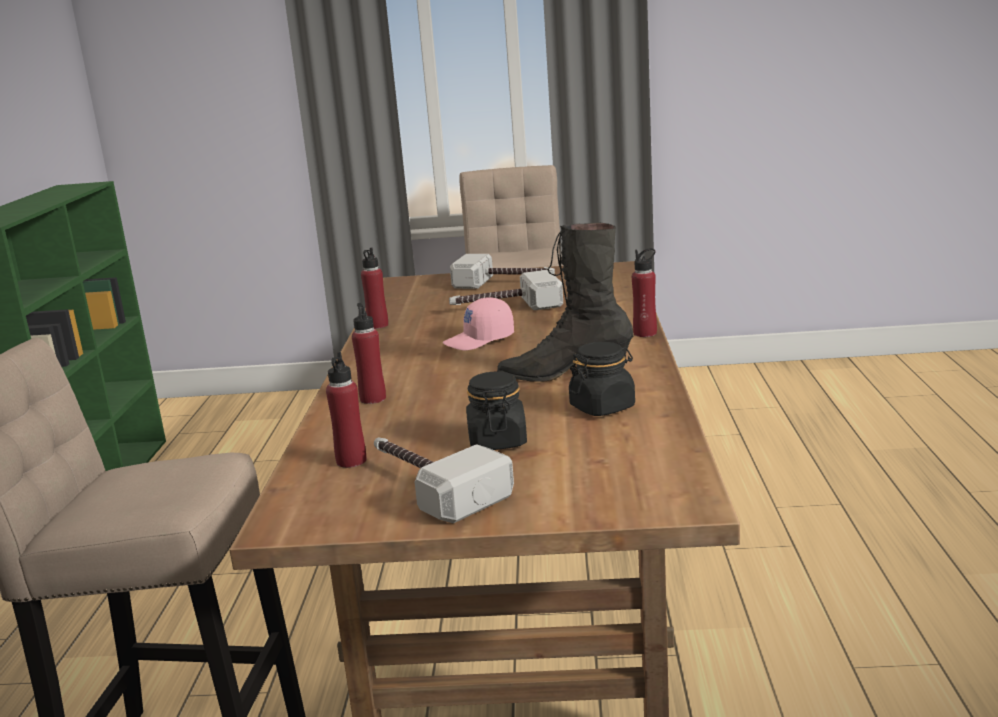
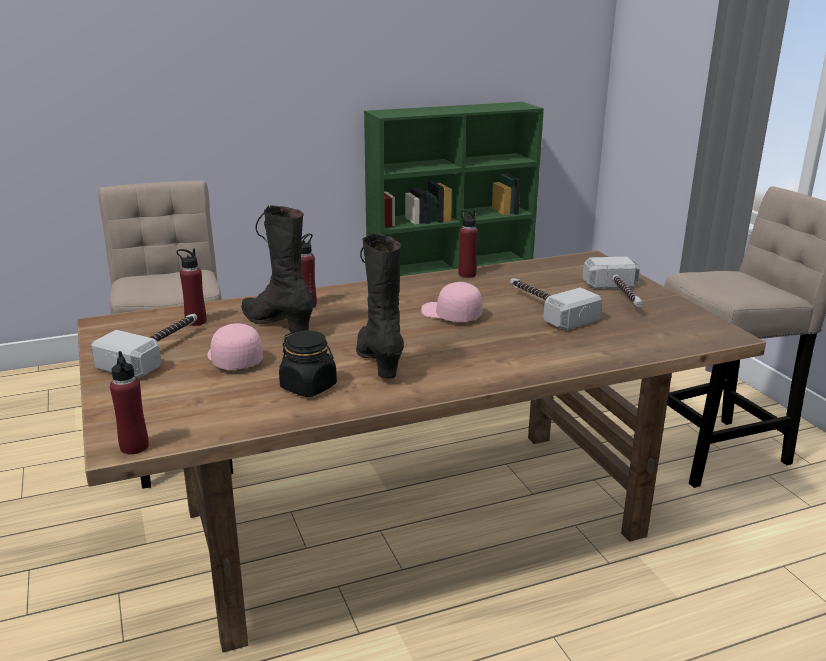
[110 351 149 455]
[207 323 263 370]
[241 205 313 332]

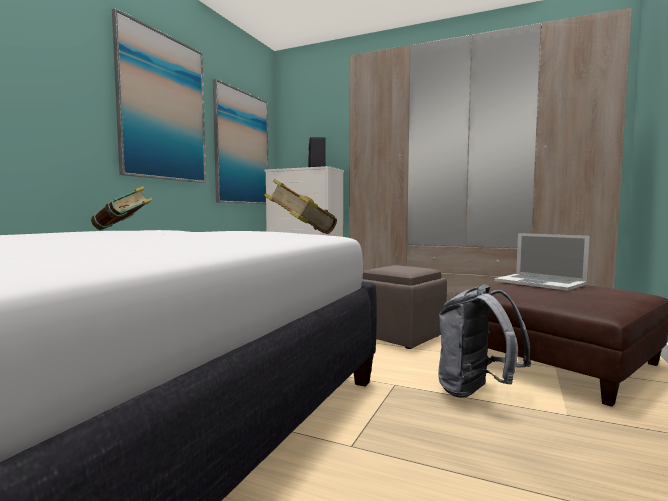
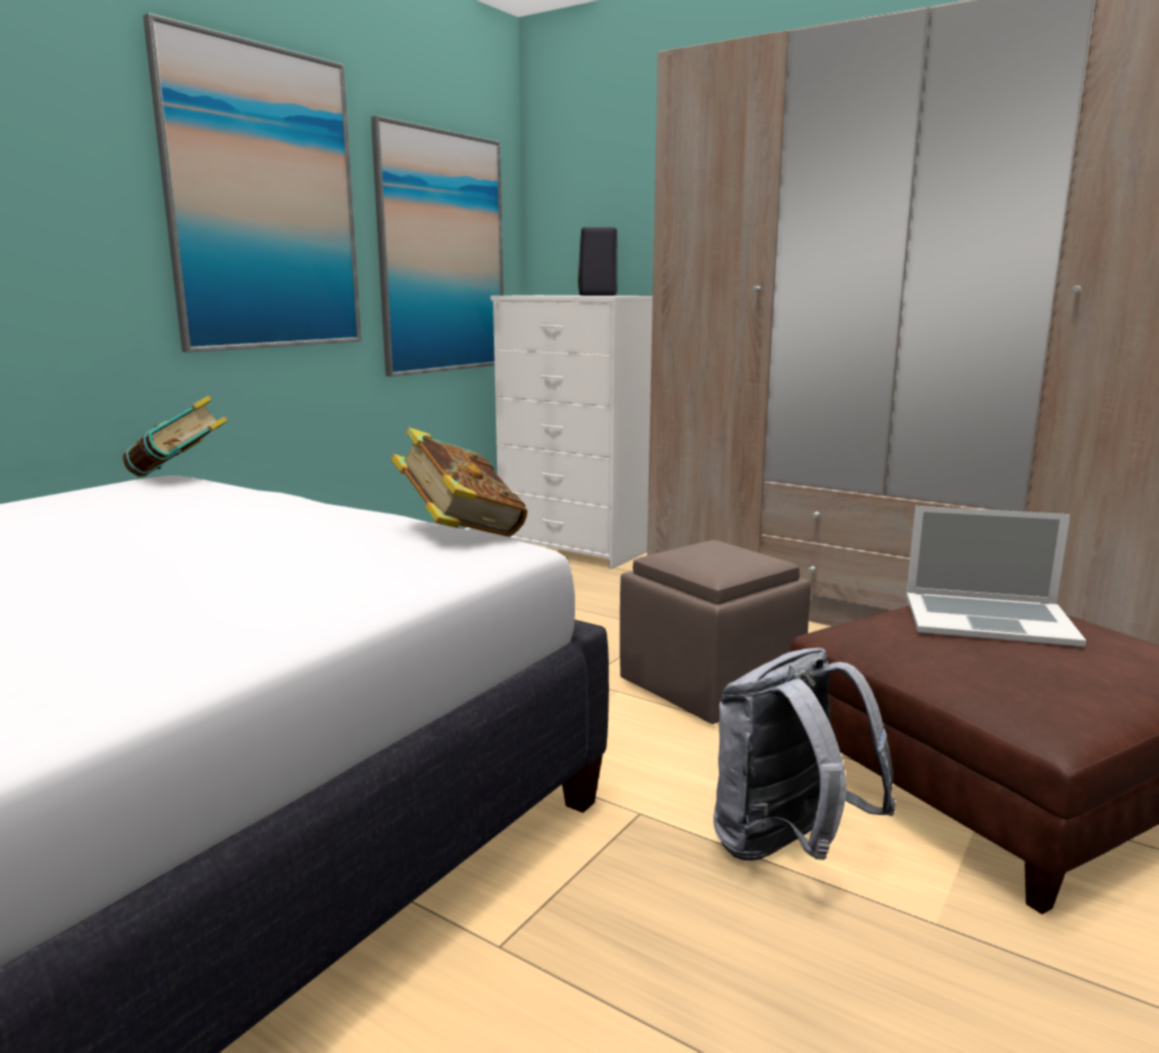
[906 506 1086 647]

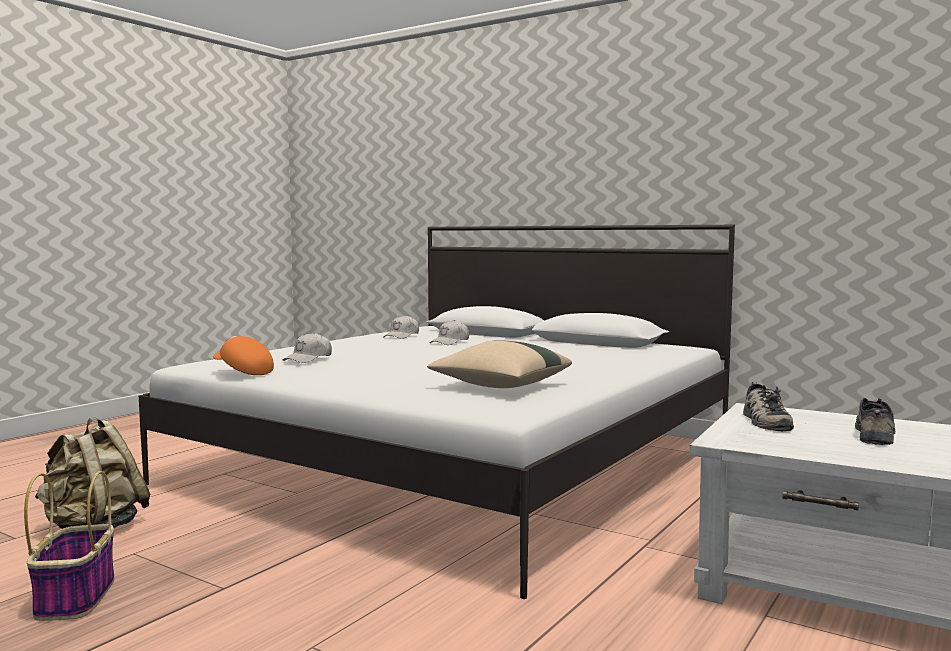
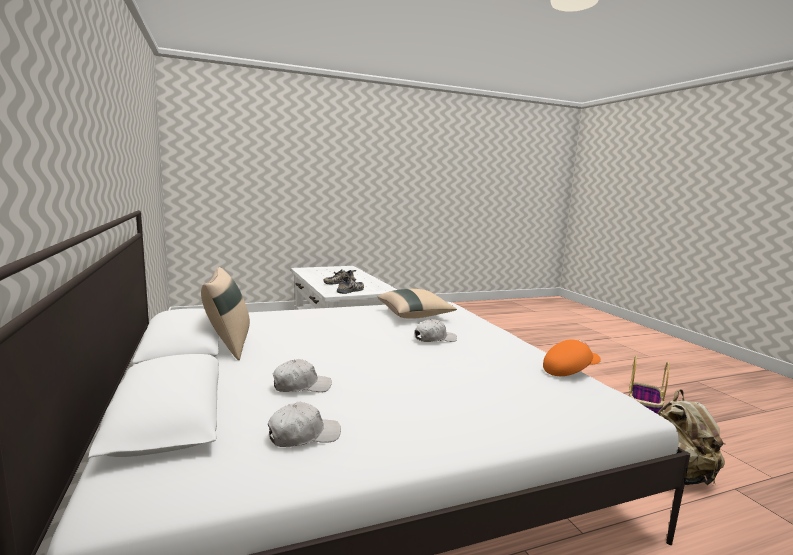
[201 267 250 360]
[415 319 457 342]
[543 340 601 376]

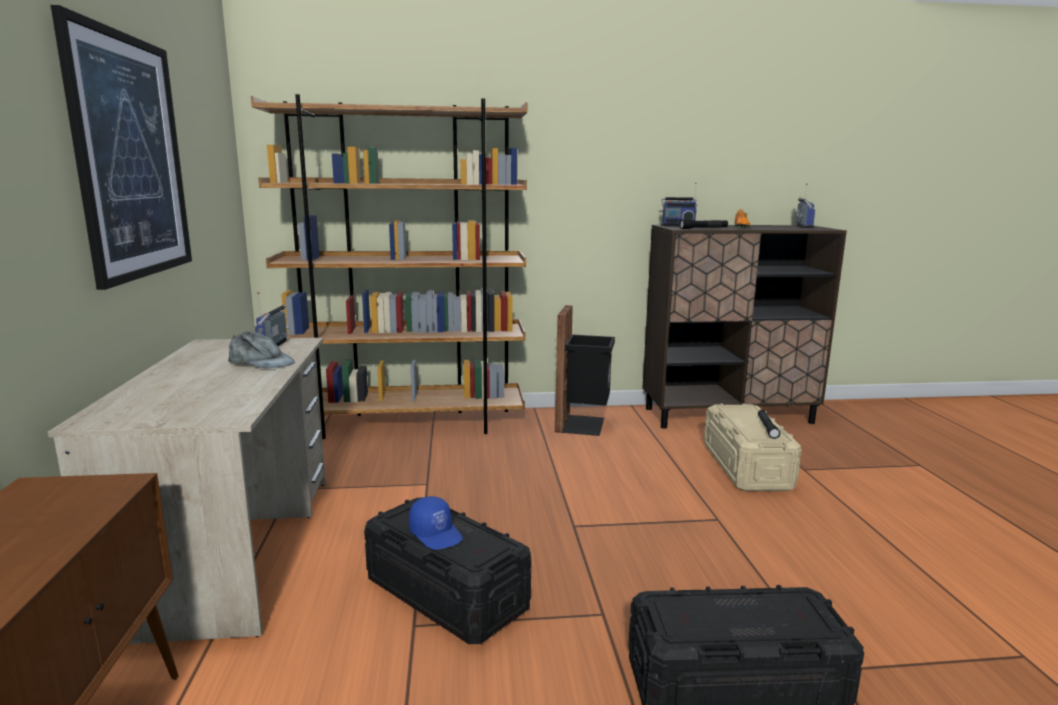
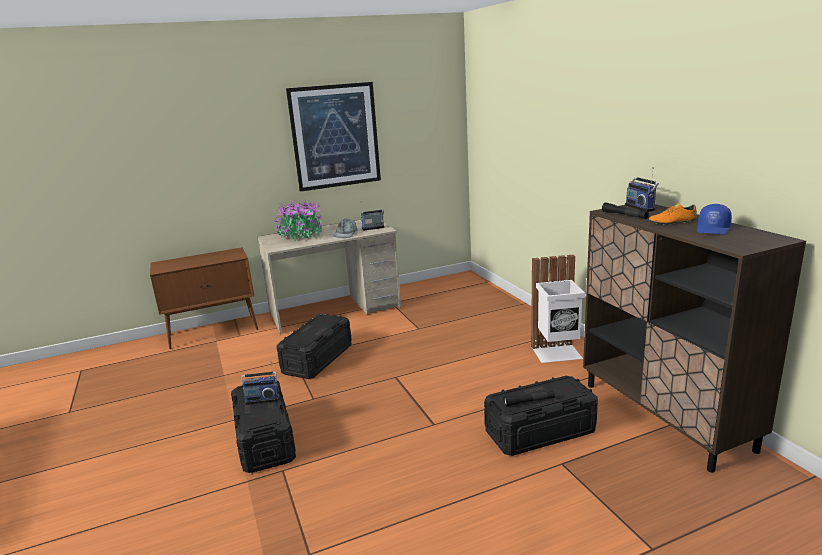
[241 361 279 405]
[272 200 322 241]
[484 376 598 456]
[531 255 585 363]
[697 204 732 235]
[251 94 527 439] (first image)

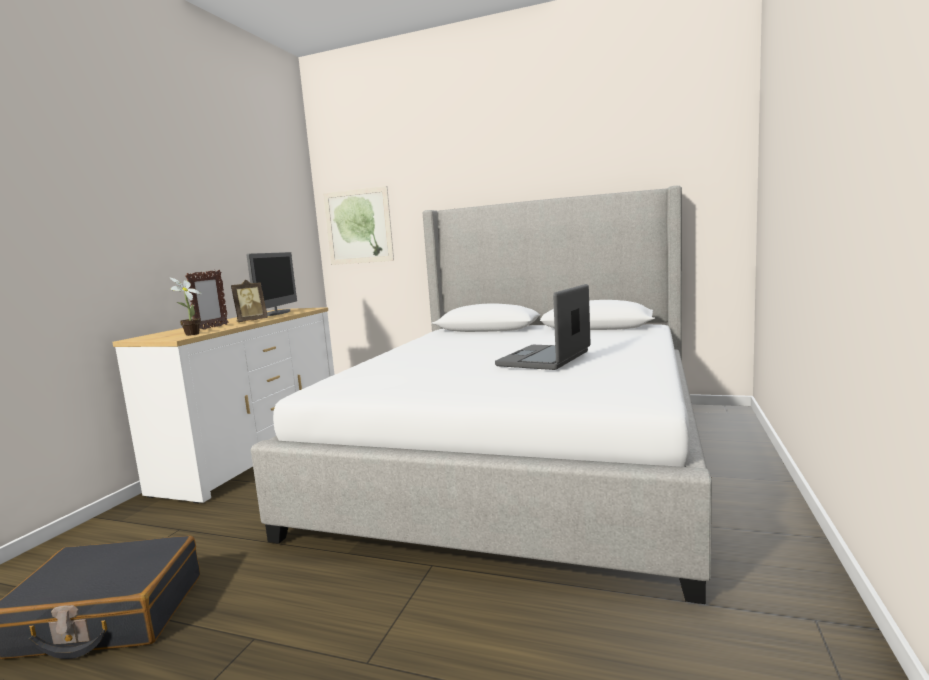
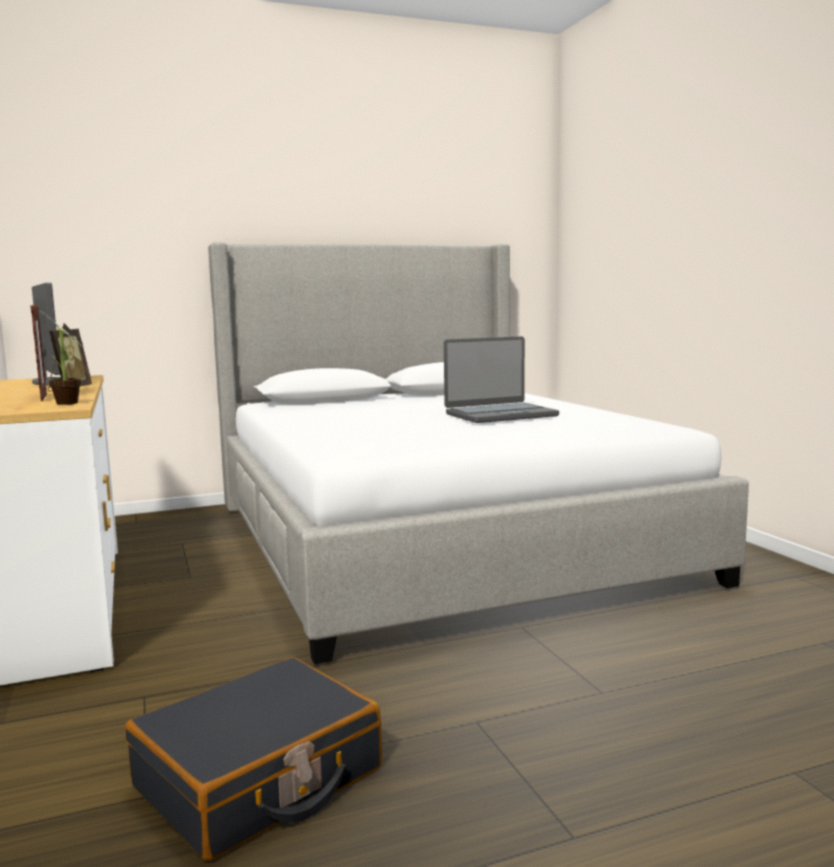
[444 336 559 423]
[323 186 394 265] (first image)

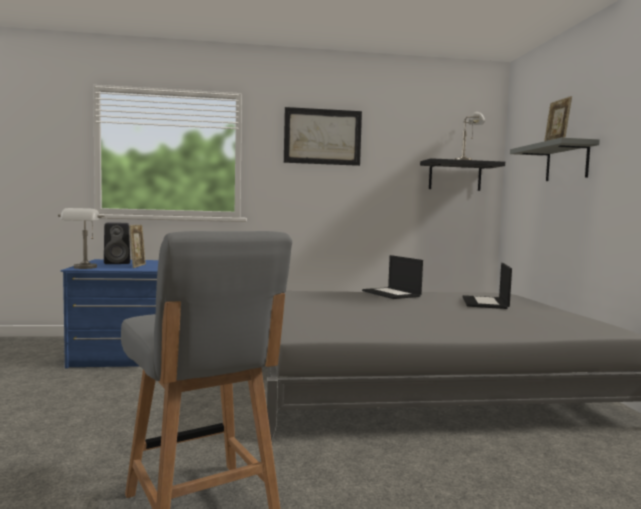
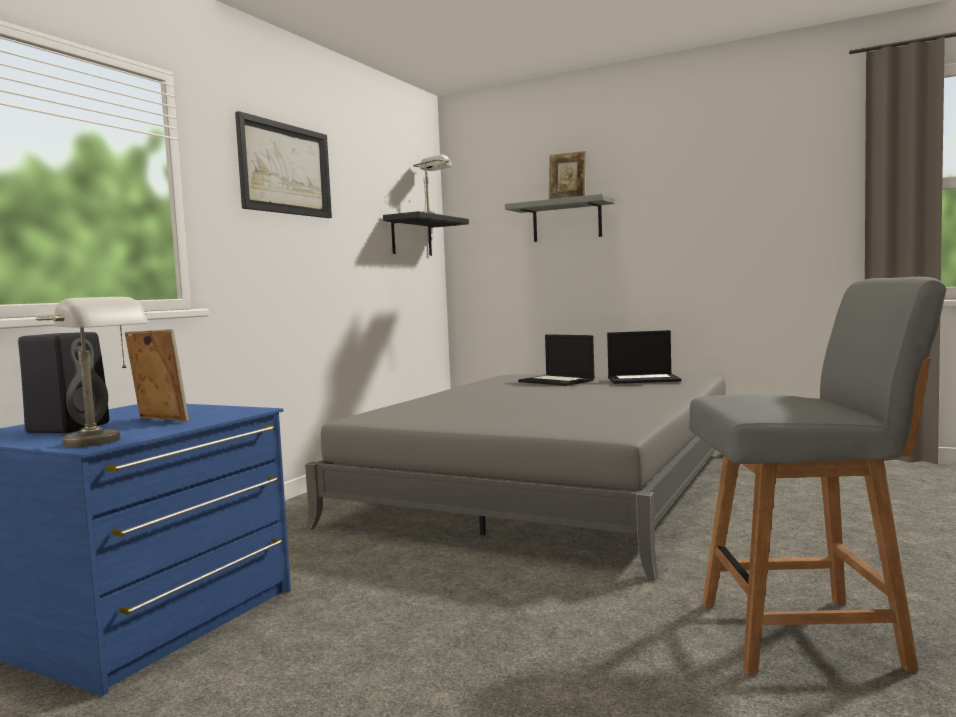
[607 330 681 384]

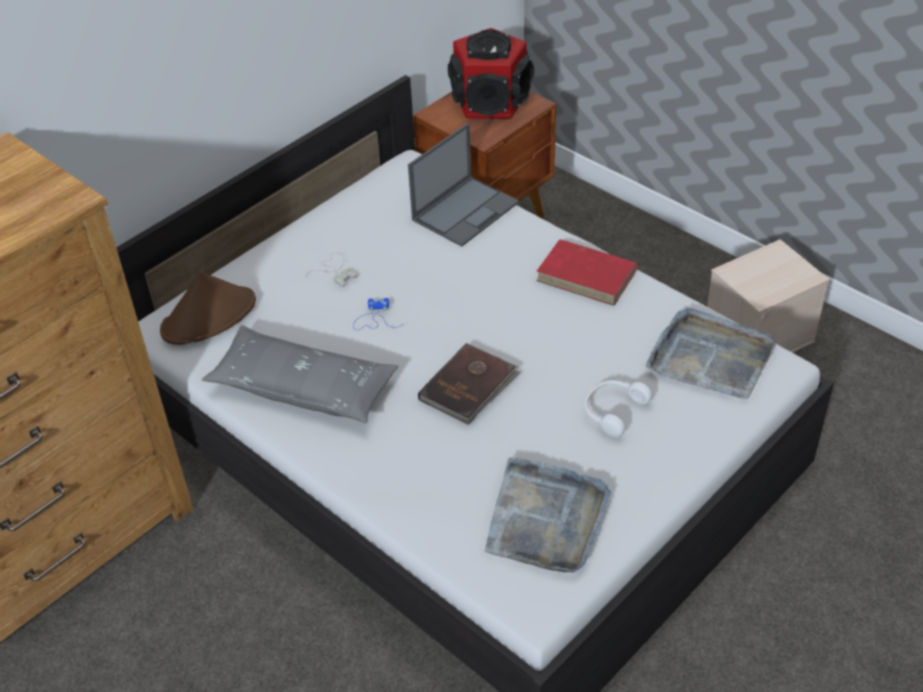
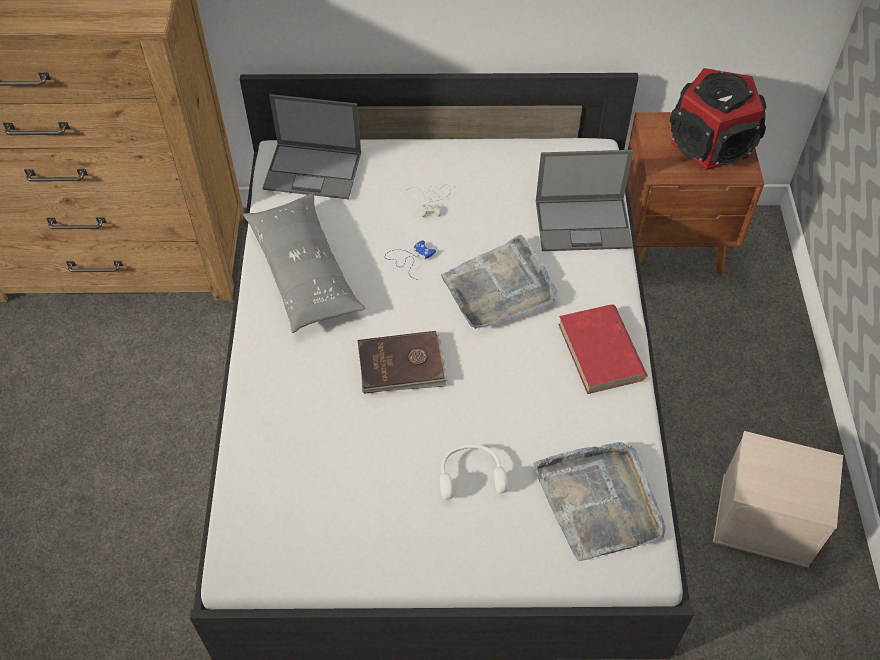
[263 94 361 199]
[441 234 558 329]

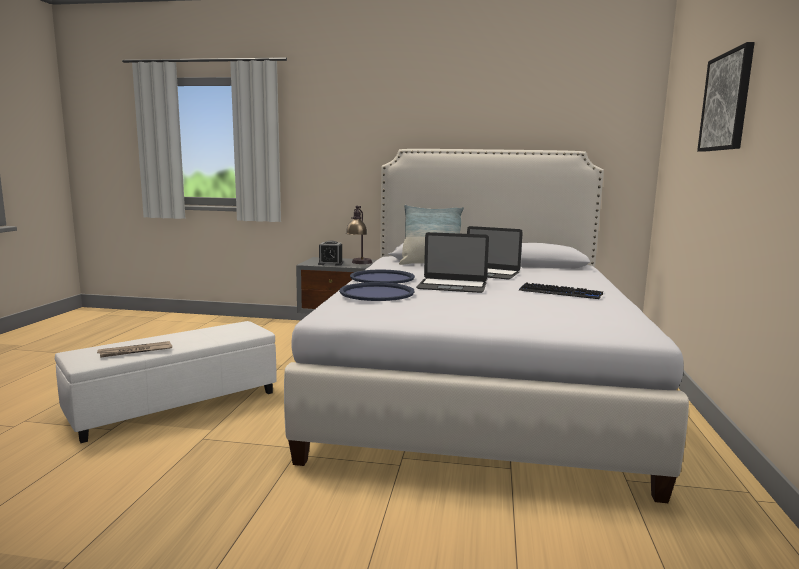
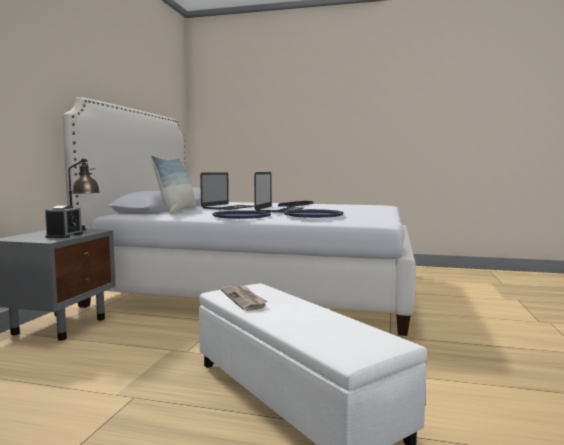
[221 286 267 311]
[697 42 755 152] (first image)

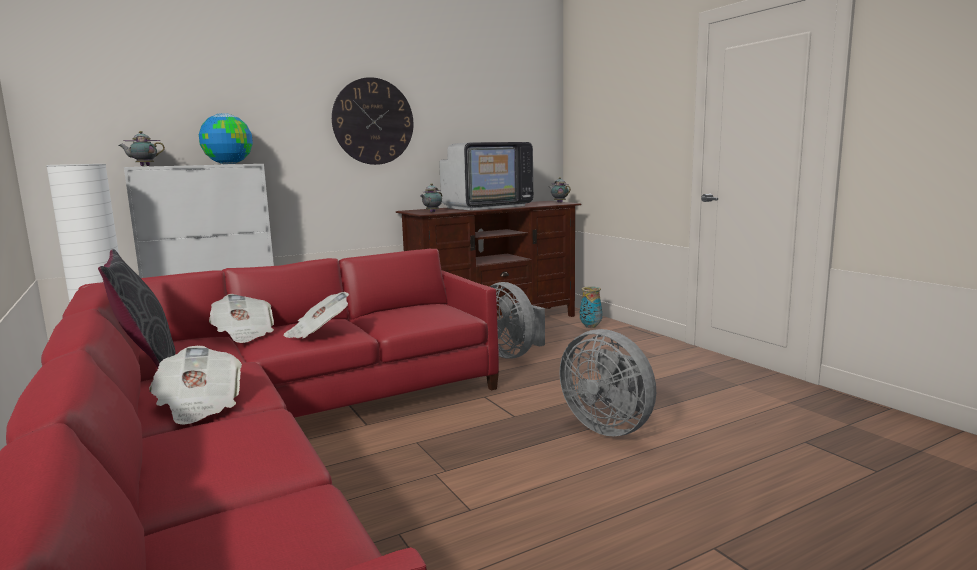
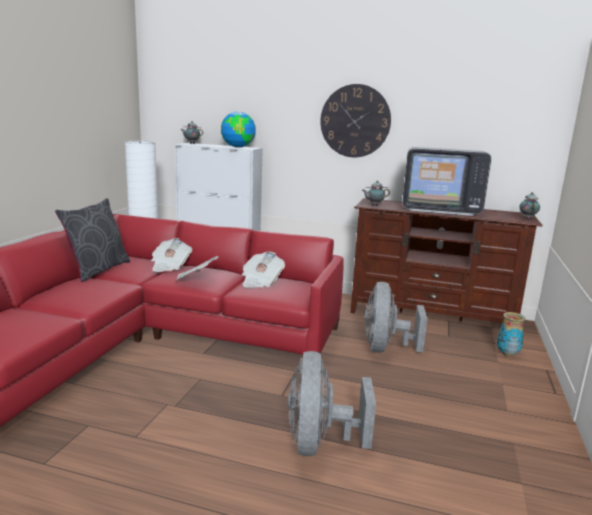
[242 251 285 288]

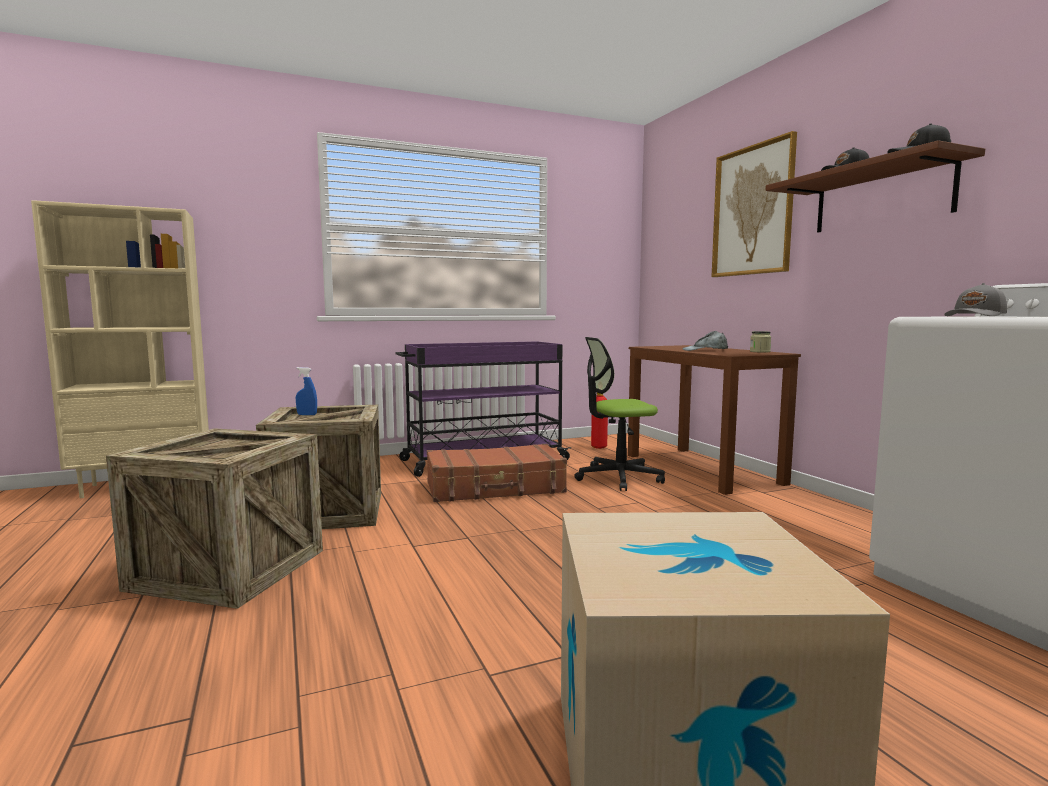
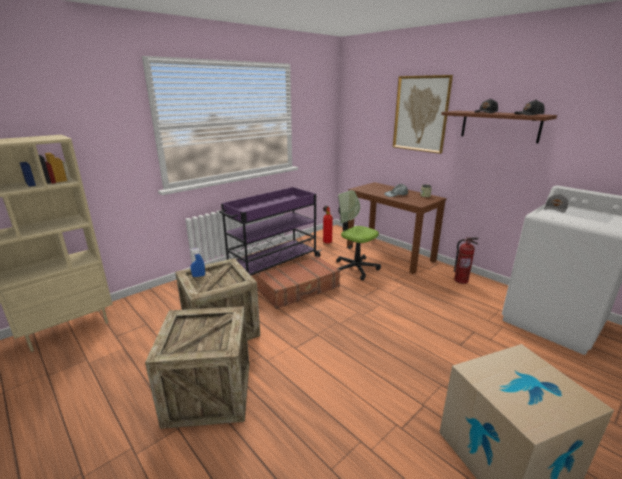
[336 190 381 280]
[454 237 479 284]

